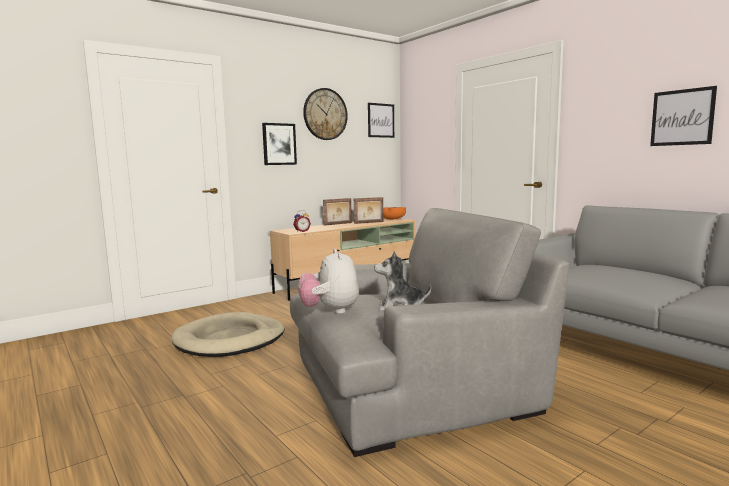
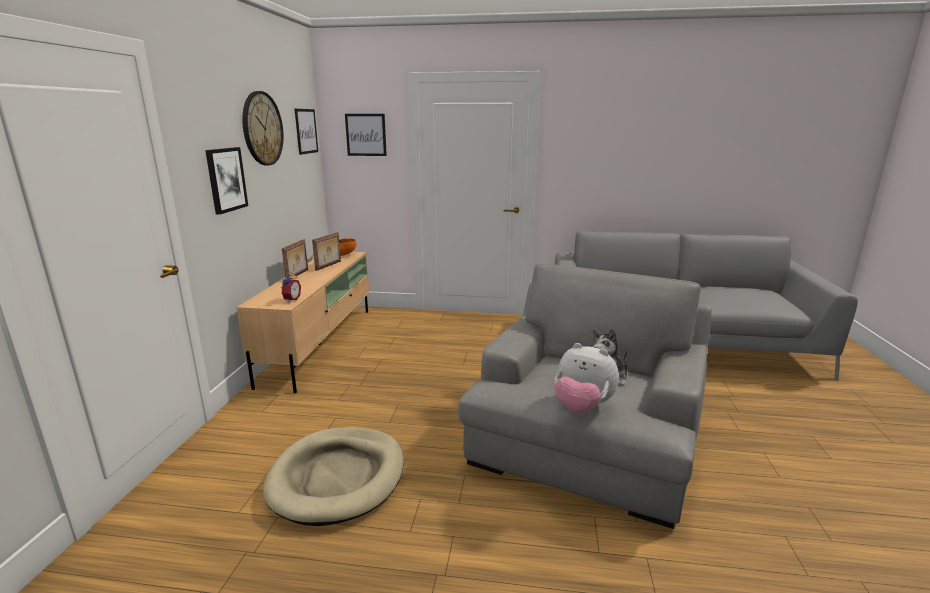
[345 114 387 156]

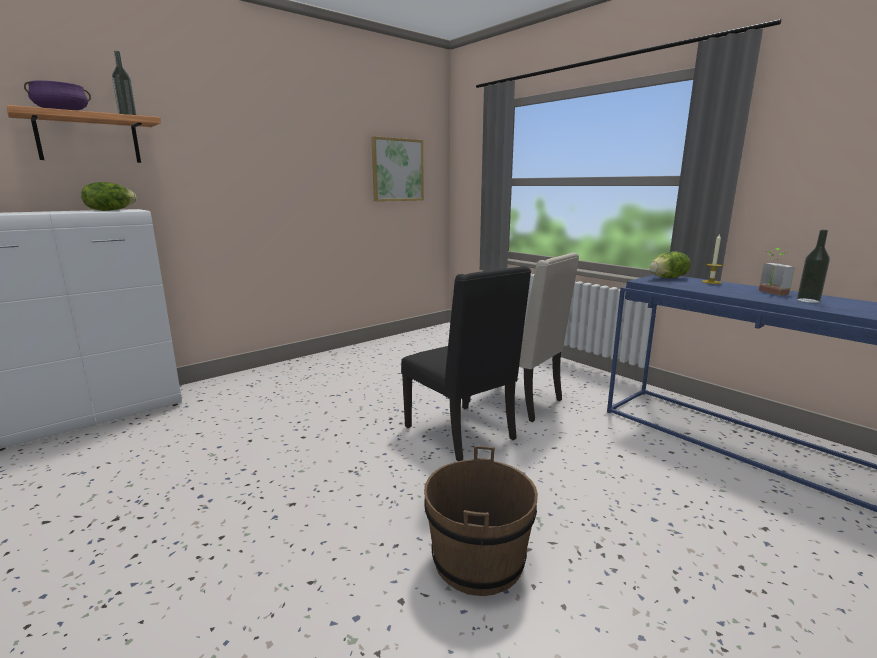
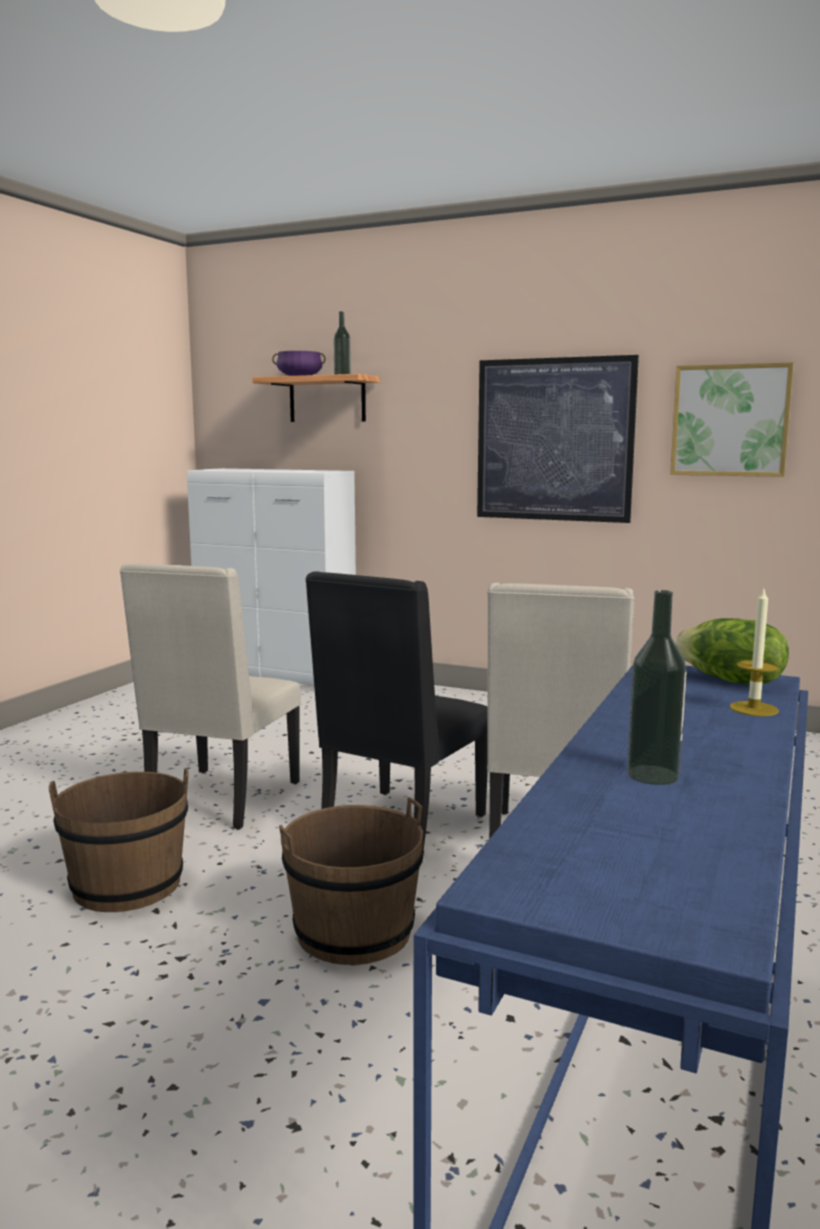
[120 563 301 830]
[279 797 424 965]
[477 355 639 523]
[81 182 136 211] (first image)
[759 248 795 295] (first image)

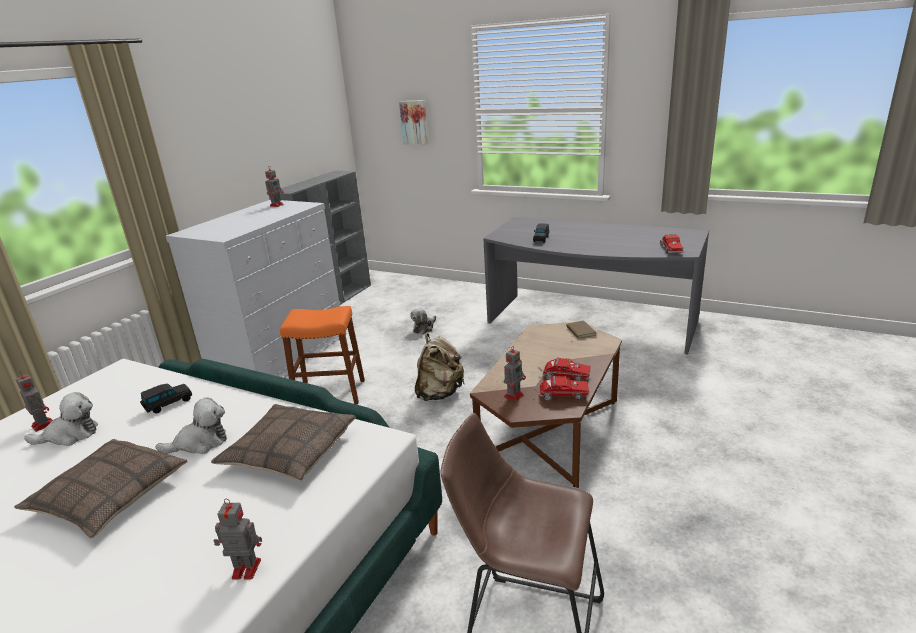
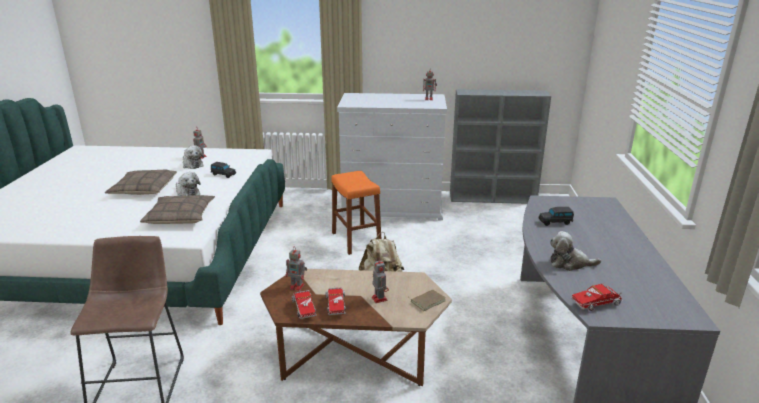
[372 257 389 303]
[550 231 601 271]
[399 100 428 144] (first image)

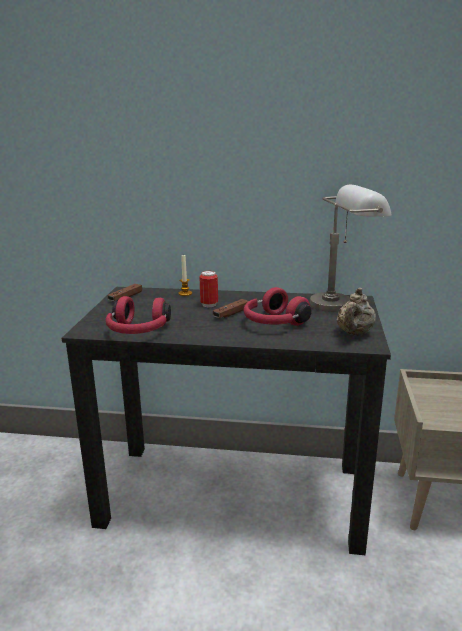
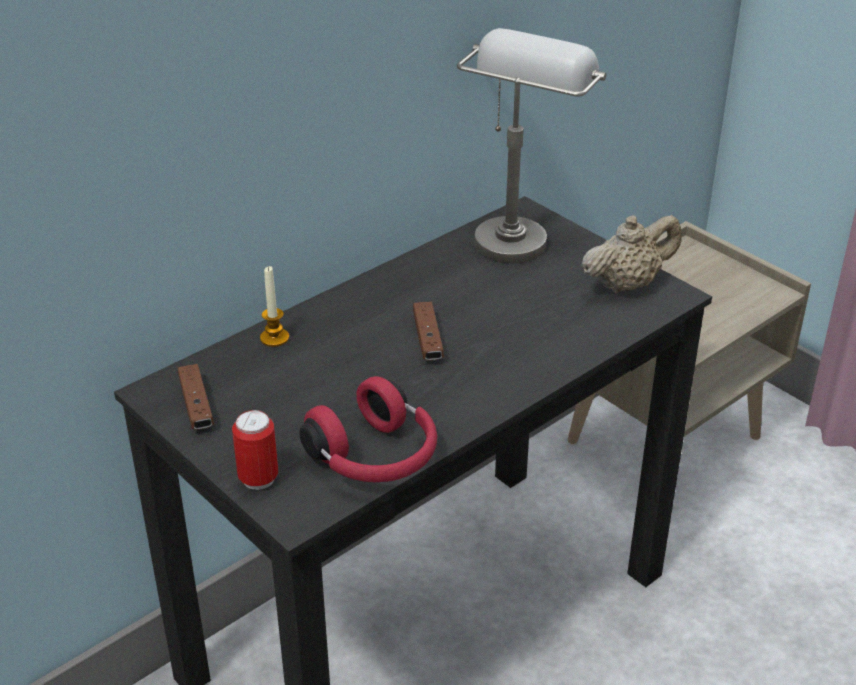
[232 410 278 490]
[581 215 682 293]
[243 287 312 326] (first image)

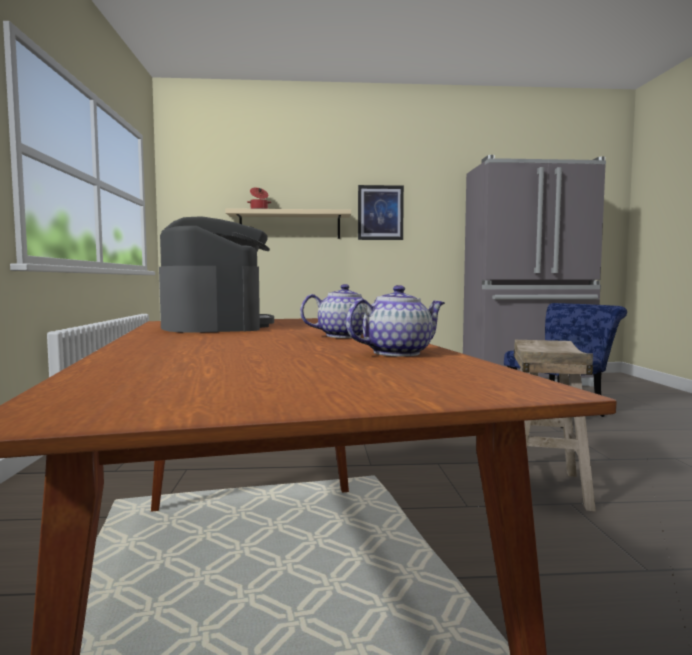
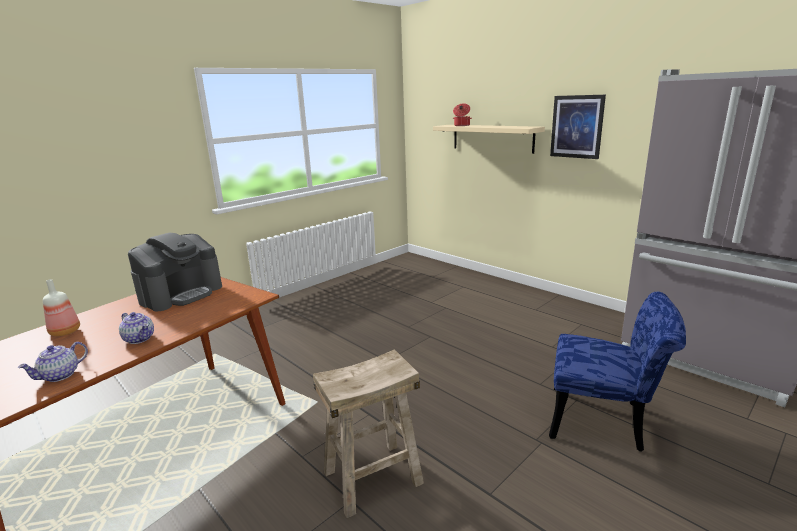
[18 342 88 382]
[43 279 80 336]

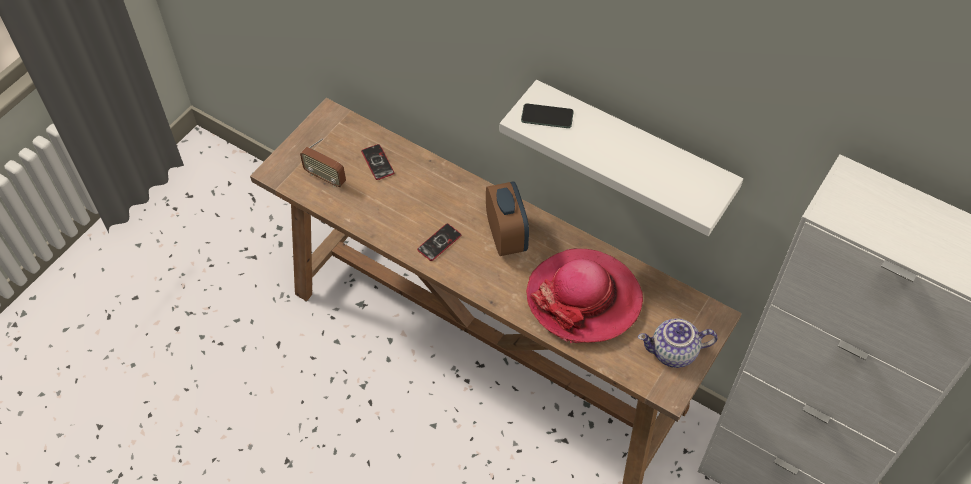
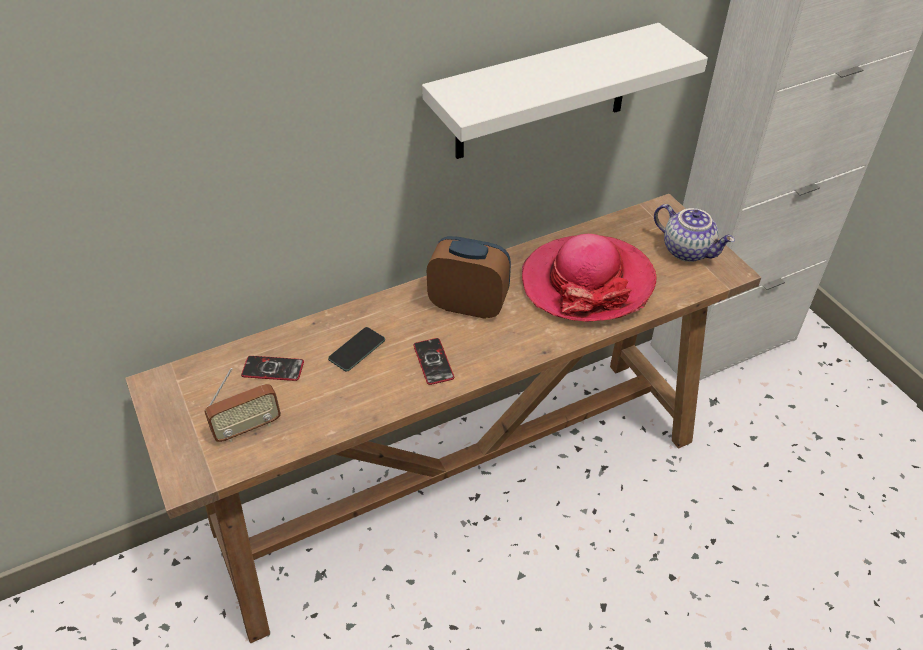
[328 327 385 371]
[654 204 735 262]

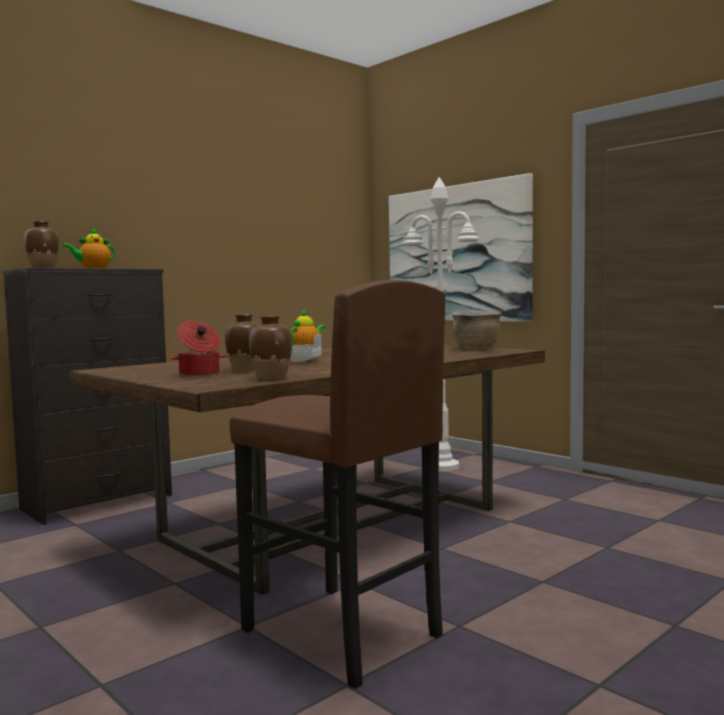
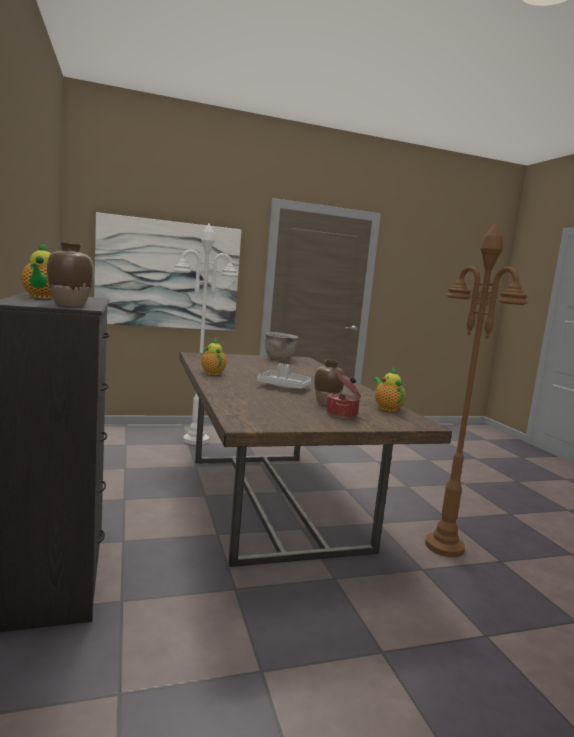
[374 366 406 412]
[425 223 528 557]

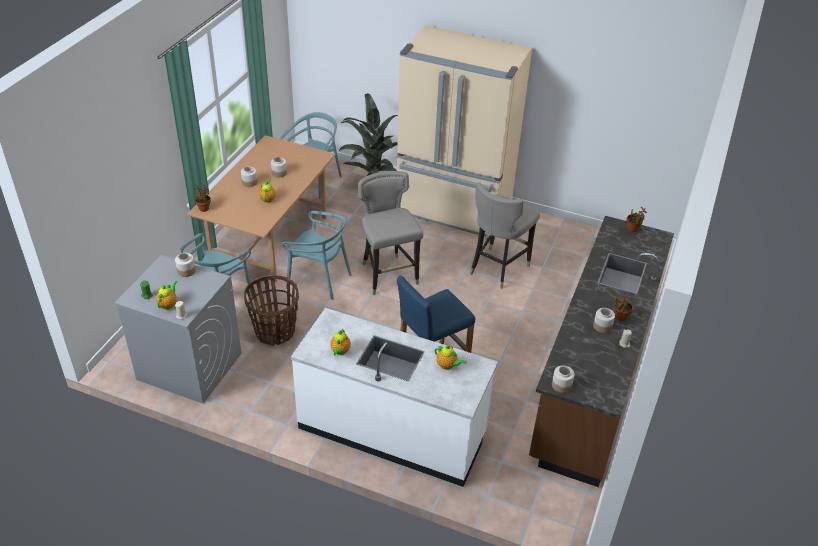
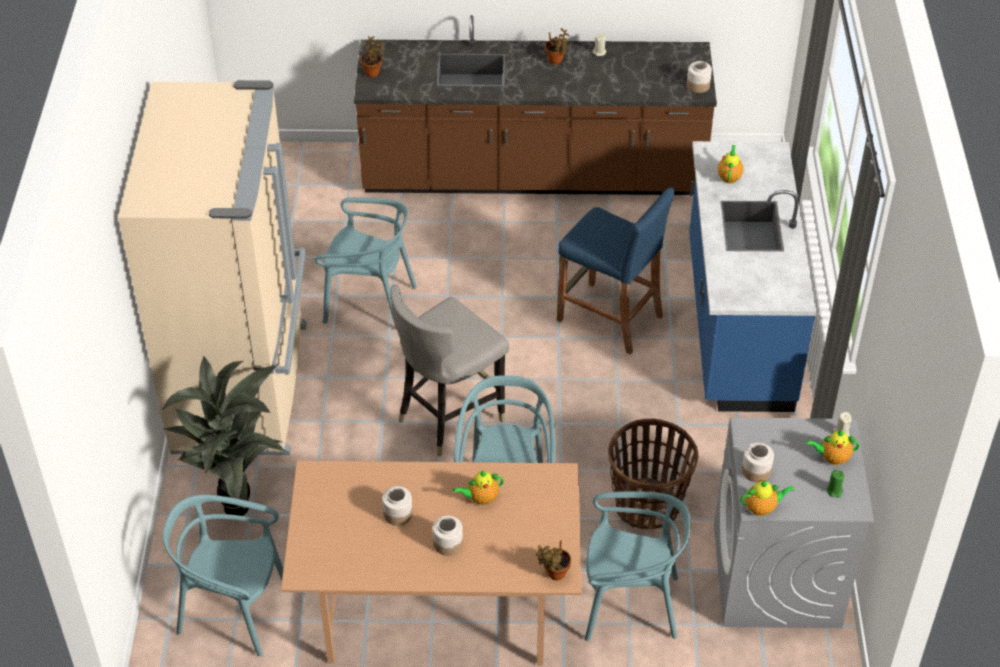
[315 197 417 330]
[689 141 816 412]
[740 480 794 516]
[593 308 615 333] (first image)

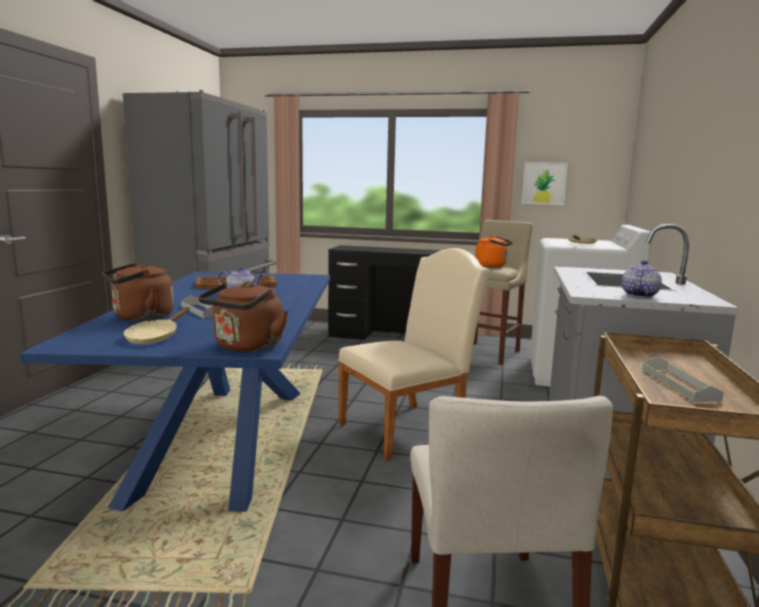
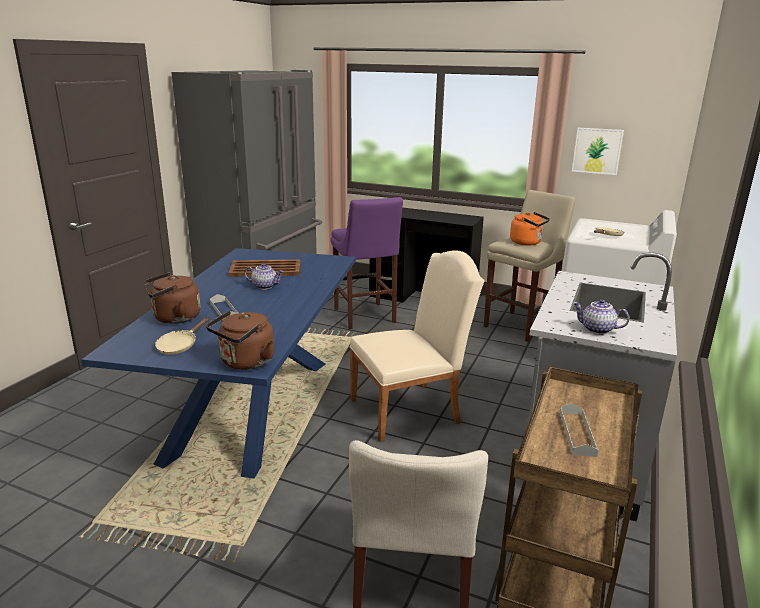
[331 197 403 329]
[573 299 630 334]

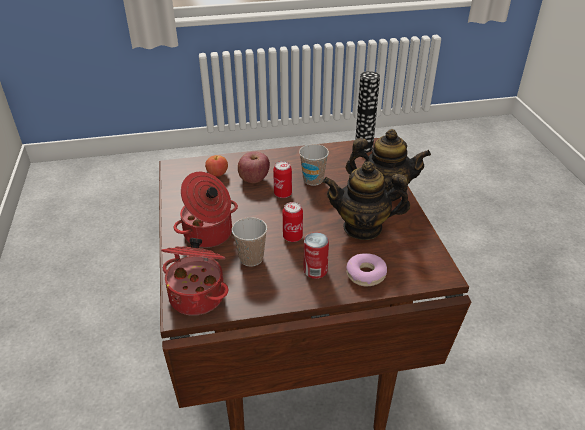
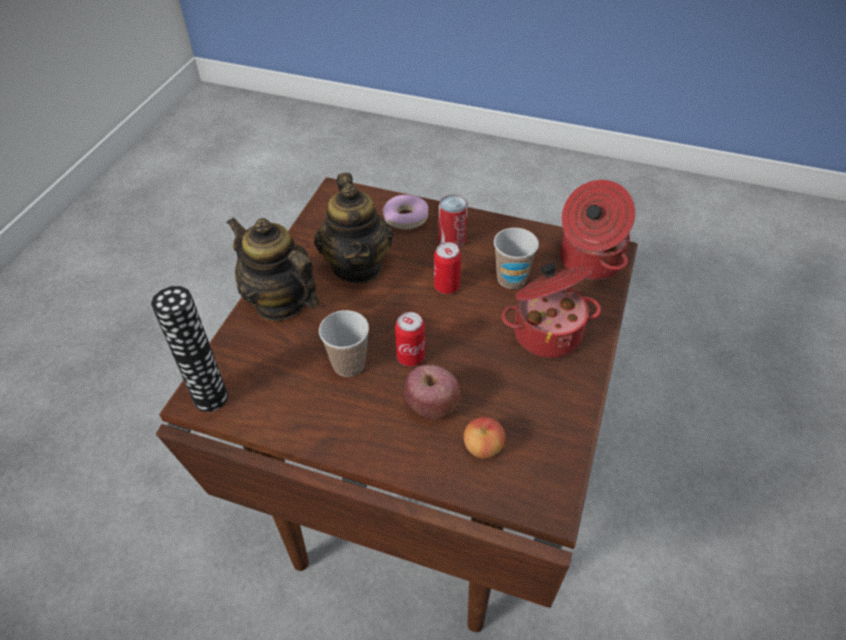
[314 173 393 283]

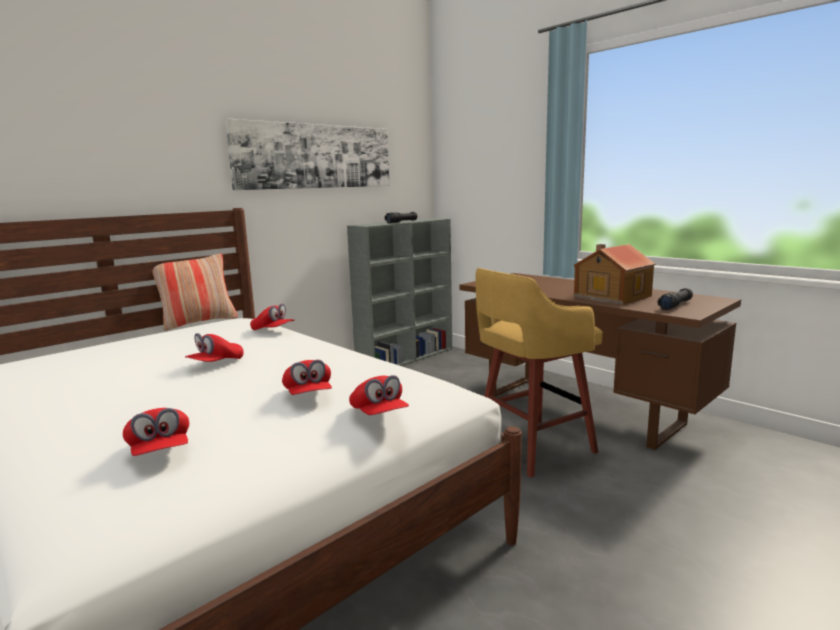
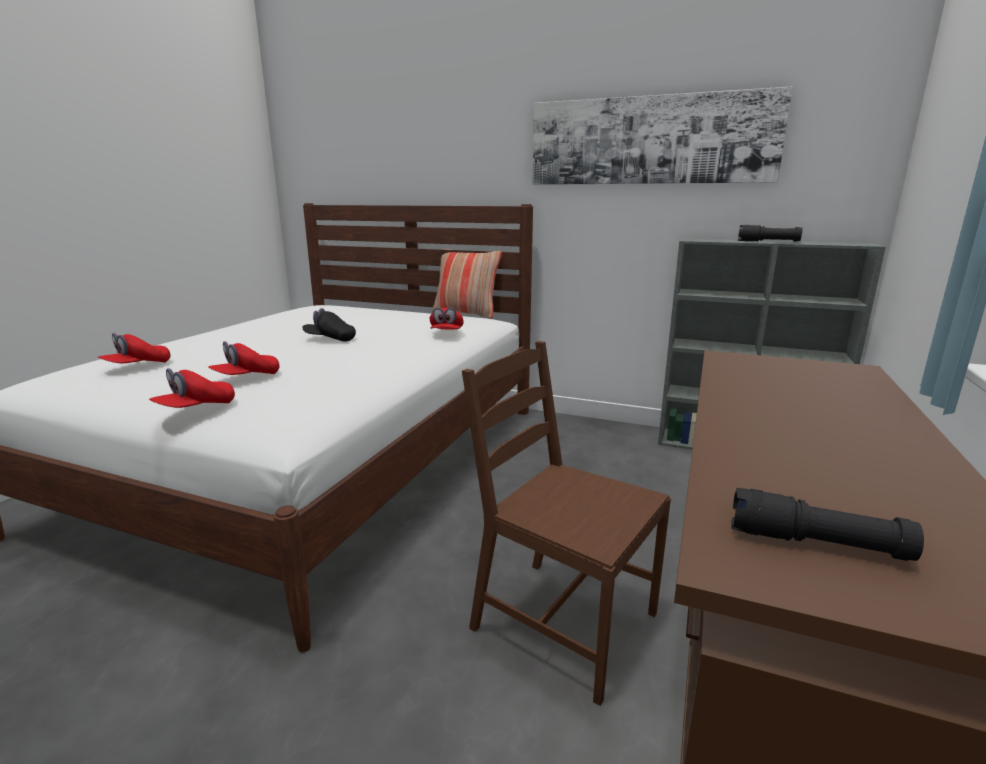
[302 308 356 341]
[462 341 671 706]
[574 244 655 305] (first image)

